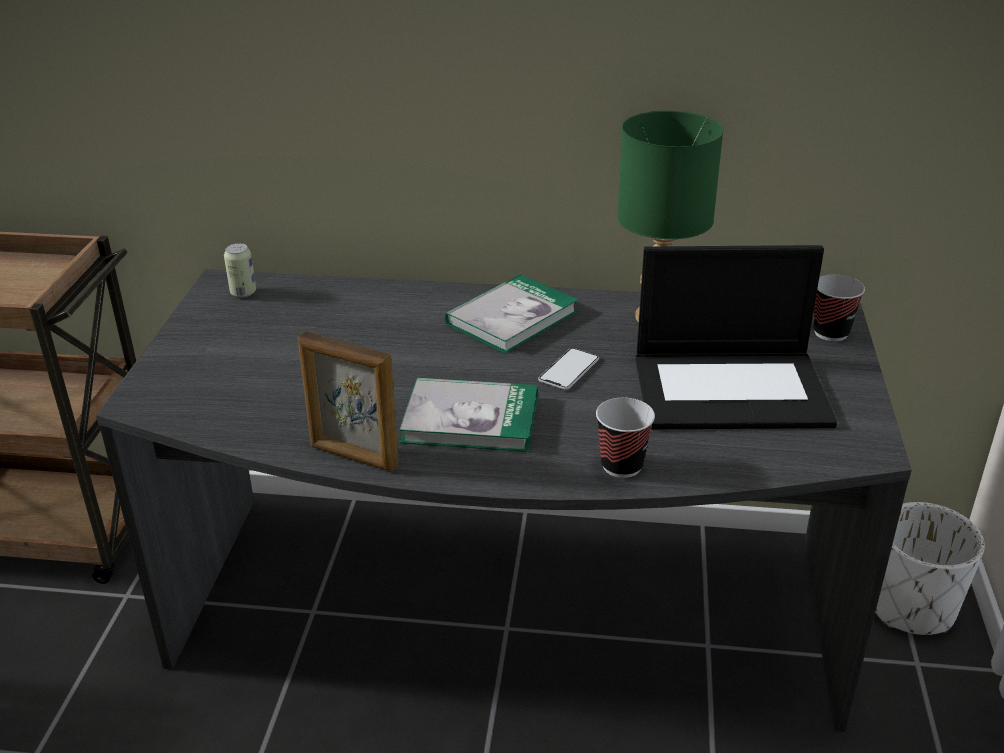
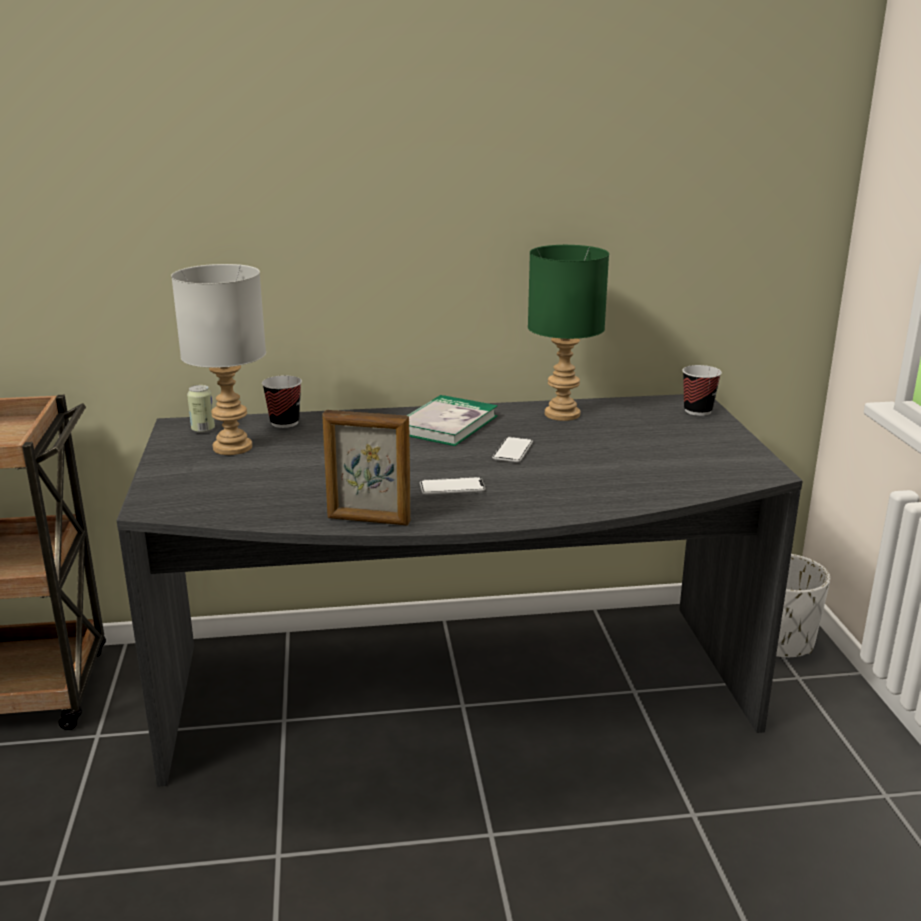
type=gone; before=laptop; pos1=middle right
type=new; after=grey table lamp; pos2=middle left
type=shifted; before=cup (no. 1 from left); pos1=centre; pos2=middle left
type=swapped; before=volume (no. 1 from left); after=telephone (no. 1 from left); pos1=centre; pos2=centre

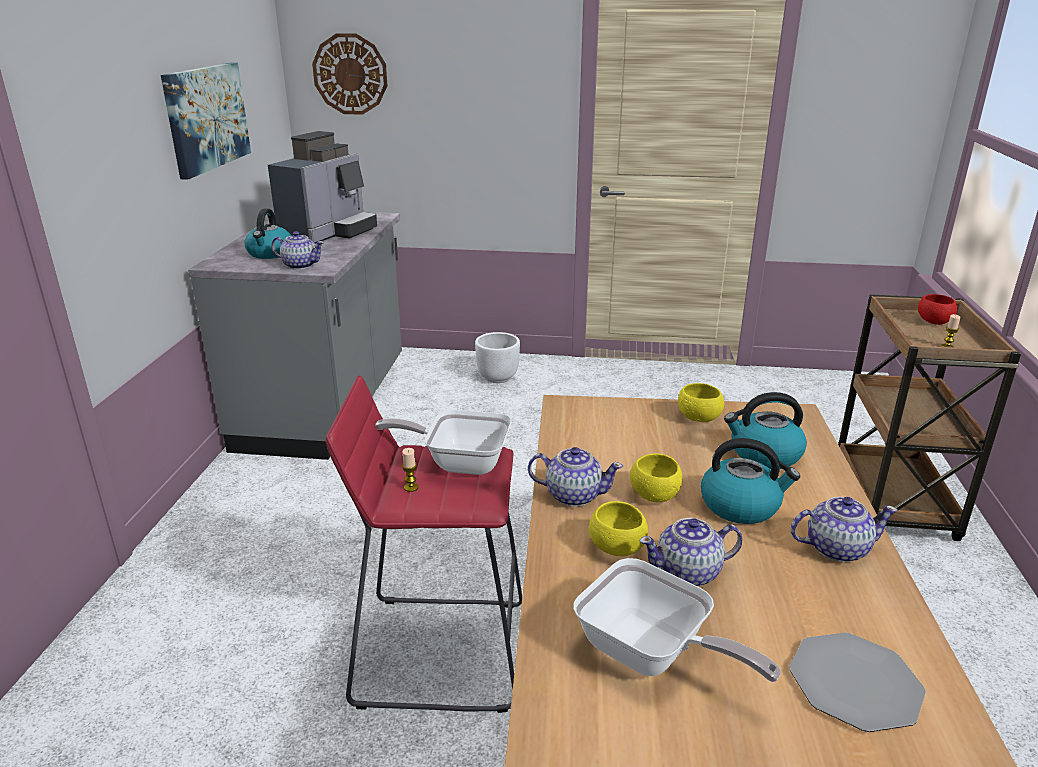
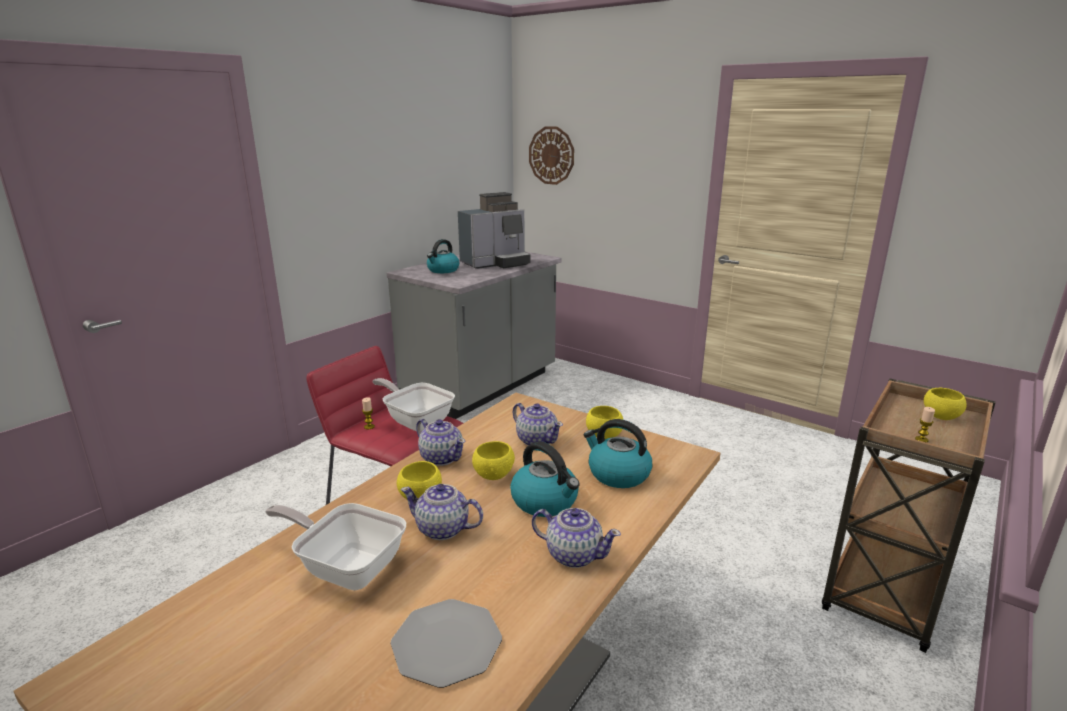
type=gone; before=wall art; pos1=top left
type=gone; before=whitish planter; pos1=centre
type=shifted; before=teapot (no. 1 from left in the first image); after=teapot (no. 3 from left); pos1=top left; pos2=centre
type=repainted; before=red-coloured serving bowl; after=yellowish serving bowl (no. 4 from left); pos1=middle right; pos2=middle right
type=rotated; before=frying pan (no. 2 from left in the first image); pos1=bottom centre; pos2=bottom left; turn=135

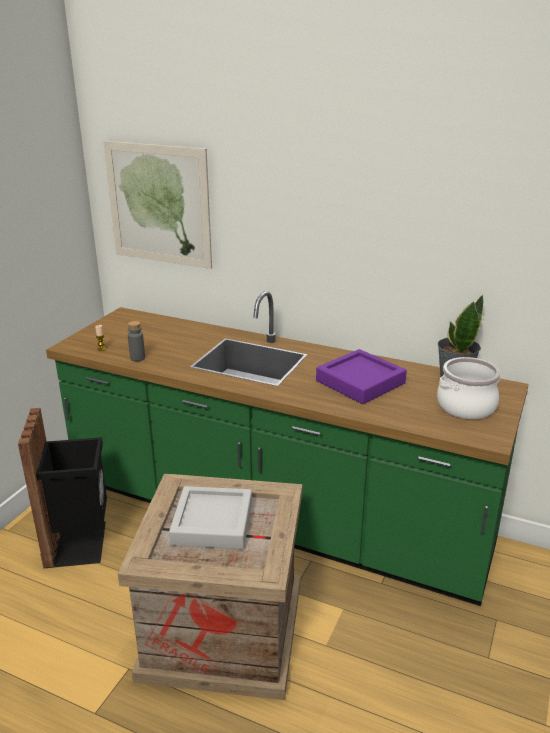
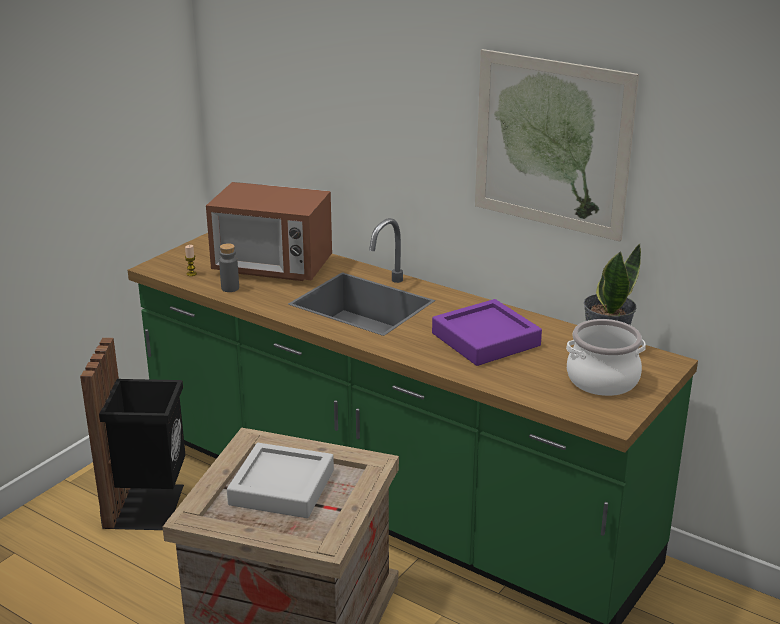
type=new; after=kitchen microwave; pos2=centre
type=shifted; before=wall art; pos1=top left; pos2=top right

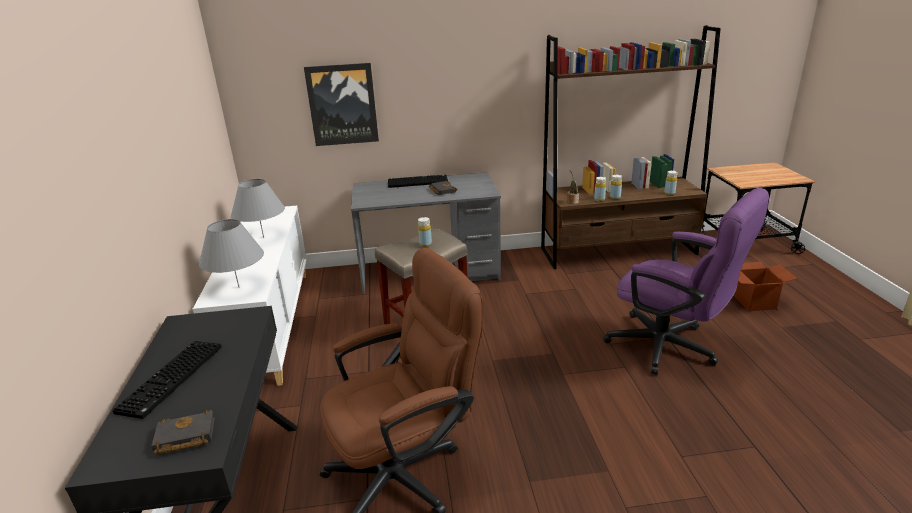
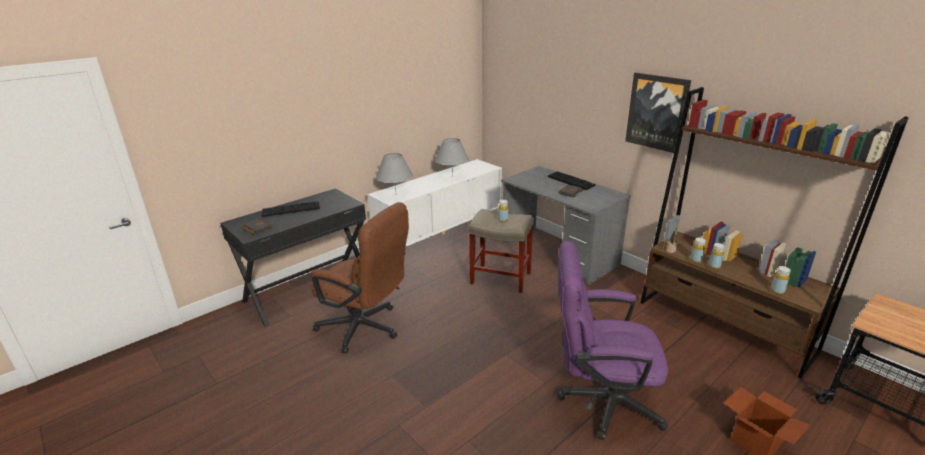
type=shifted; before=wall art; pos1=top centre; pos2=top right
type=rotated; before=purple office chair; pos1=middle right; pos2=bottom centre; turn=90

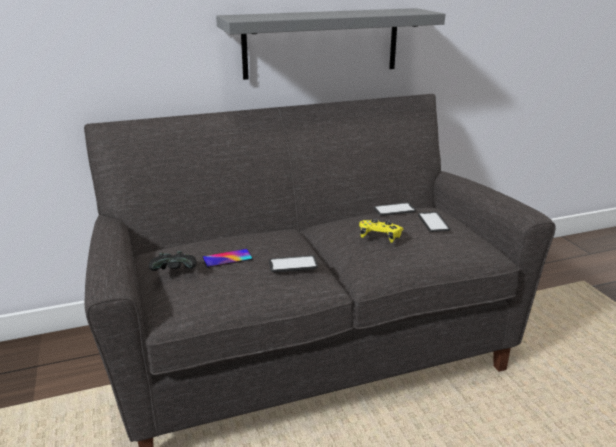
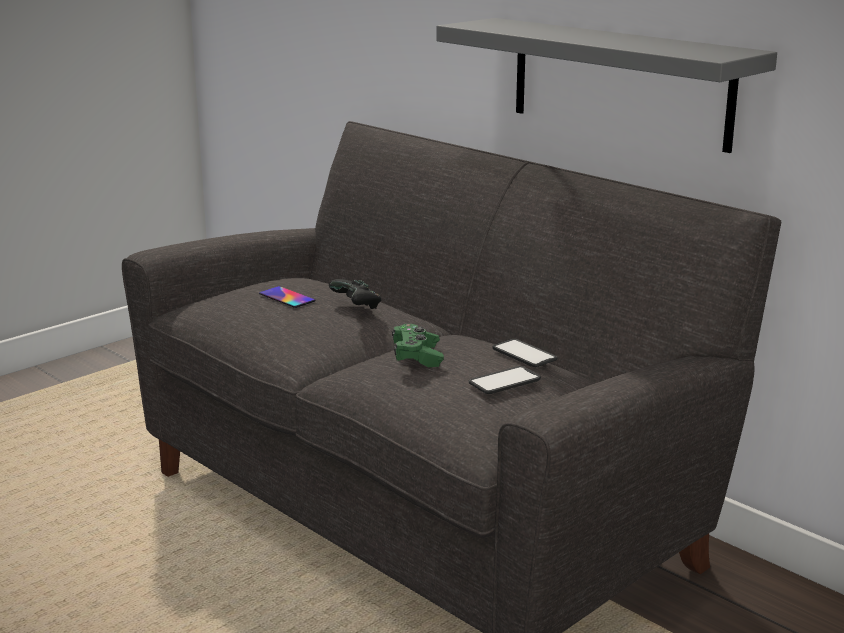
type=gone; before=telephone (no. 2 from left); pos1=centre
type=shifted; before=black gamepad; pos1=middle left; pos2=centre
type=repainted; before=yellowish gamepad; after=green-coloured gamepad; pos1=centre; pos2=centre

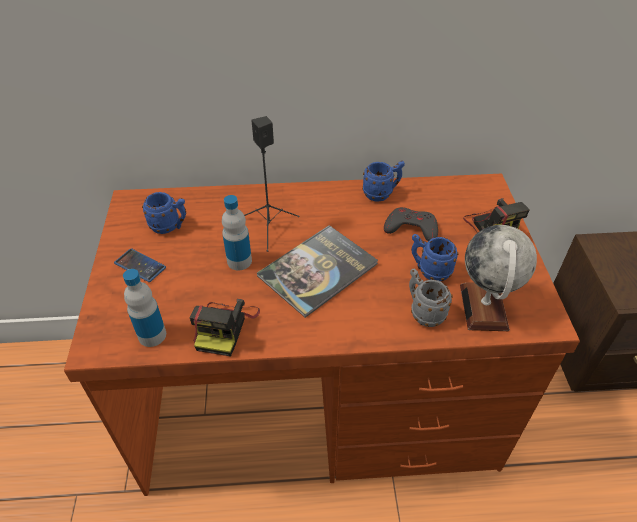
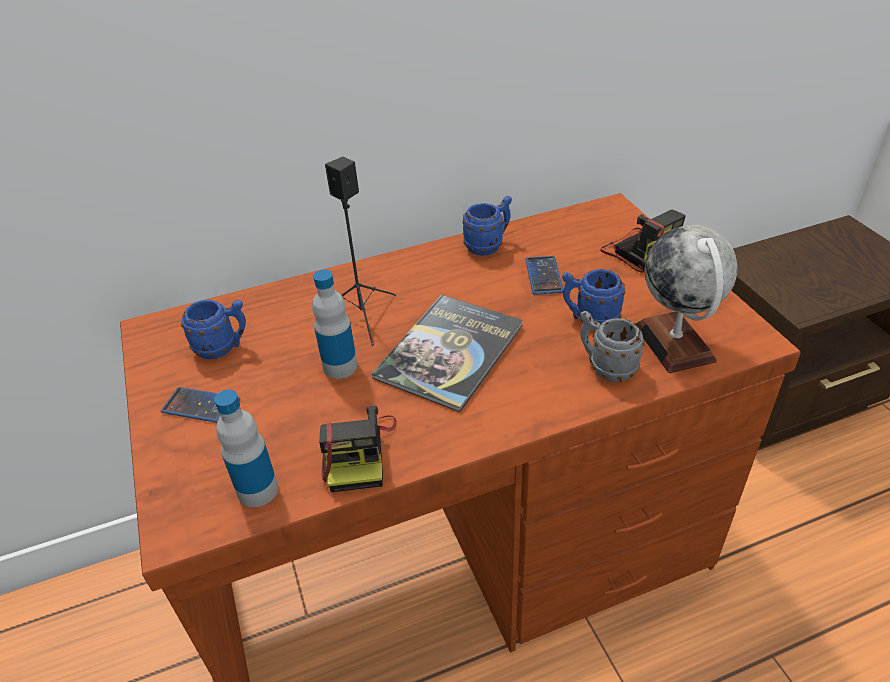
type=swapped; before=grey gamepad; after=telephone (no. 2 from left); pos1=centre; pos2=centre

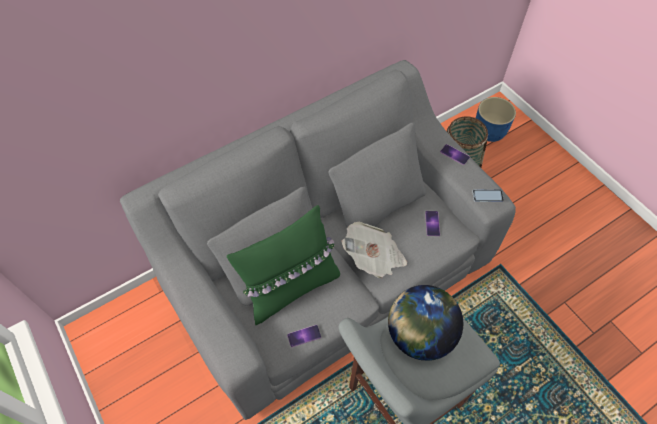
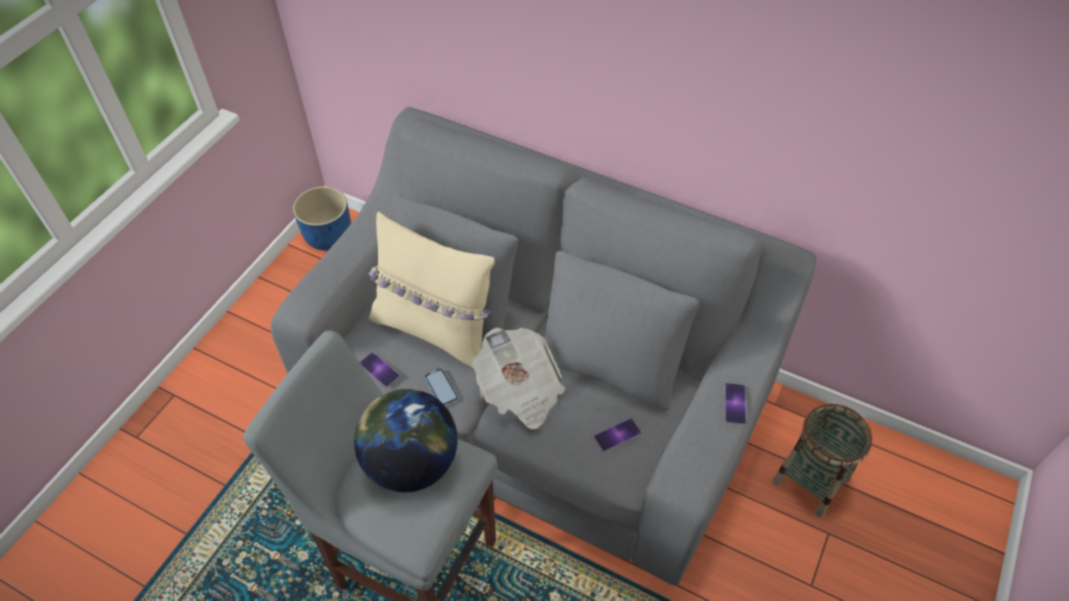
type=shifted; before=telephone (no. 4 from left in the first image); after=telephone (no. 2 from left); pos1=middle right; pos2=centre
type=shifted; before=blue planter; pos1=top right; pos2=middle left
type=repainted; before=green-coloured pillow; after=beige-coloured pillow; pos1=centre; pos2=centre

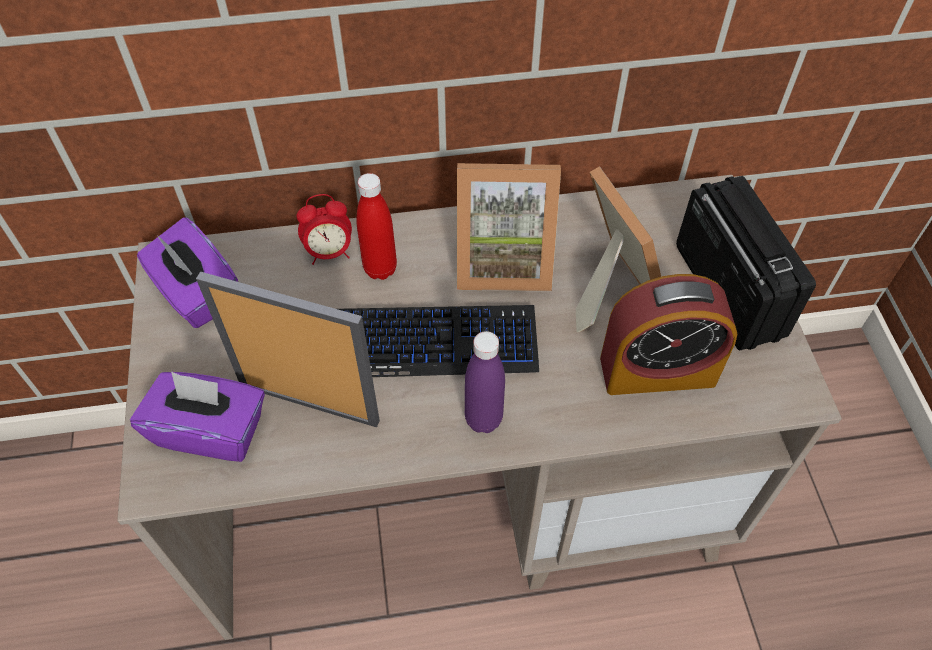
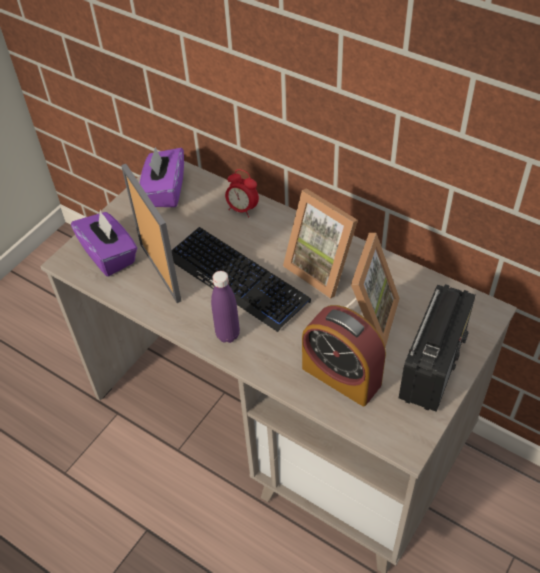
type=gone; before=red-coloured beverage bottle; pos1=centre

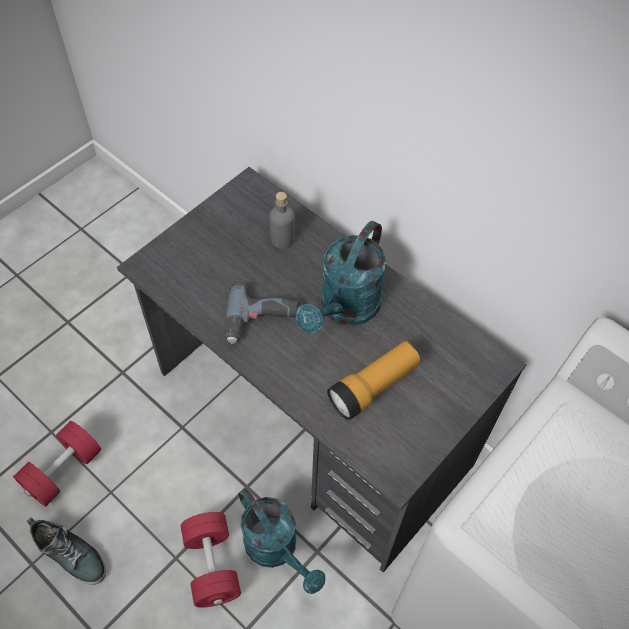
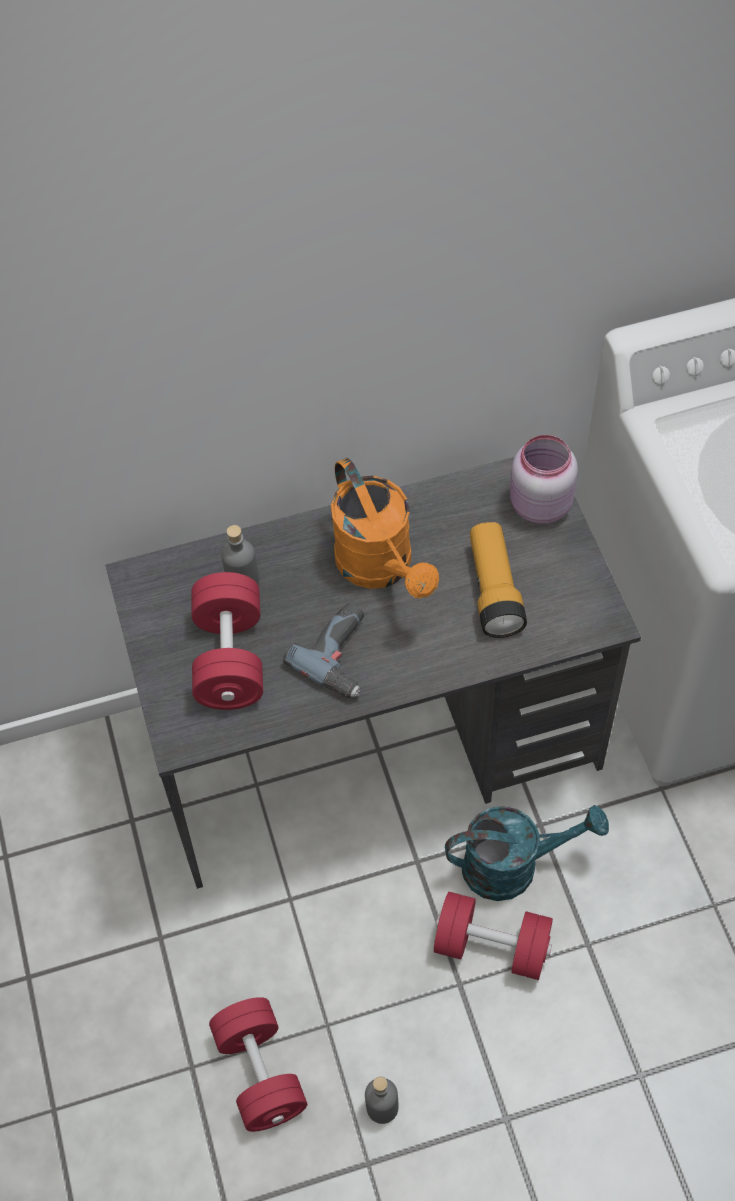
type=new; after=red-coloured free weight (no. 1 from left); pos2=middle left
type=new; after=pink storage jar; pos2=middle right
type=swapped; before=shoe; after=grey beverage bottle (no. 2 from left); pos1=bottom left; pos2=bottom centre
type=repainted; before=turquoise-coloured watering pot (no. 2 from left); after=orange-coloured watering pot; pos1=centre; pos2=centre

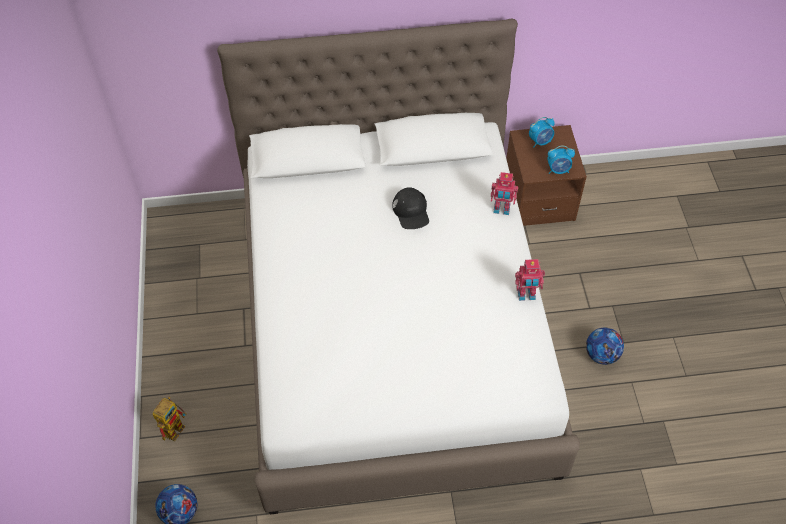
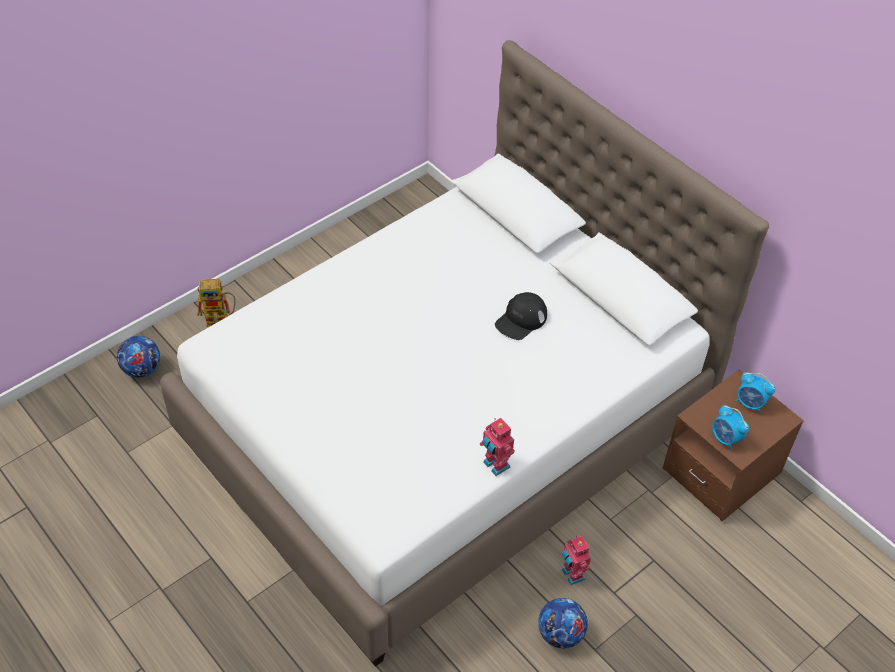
type=shifted; before=model robot (no. 2 from left in the first image); after=model robot (no. 3 from left); pos1=centre; pos2=bottom centre

